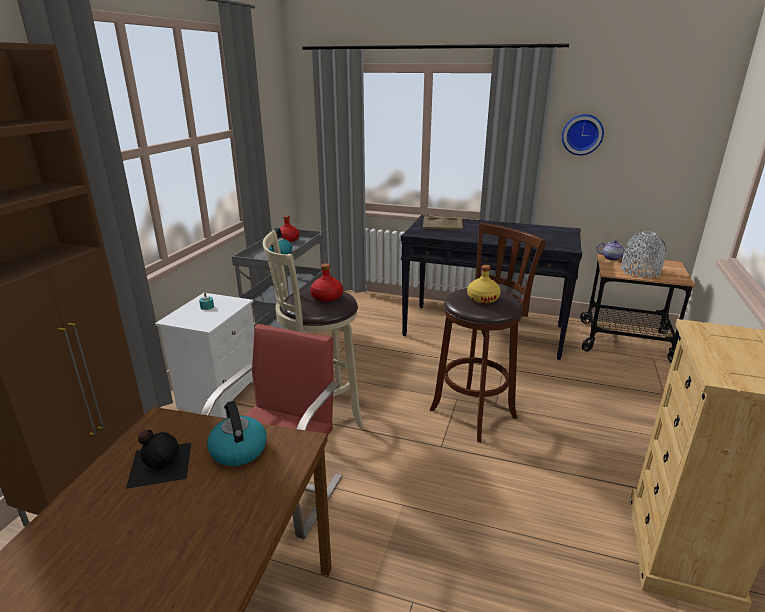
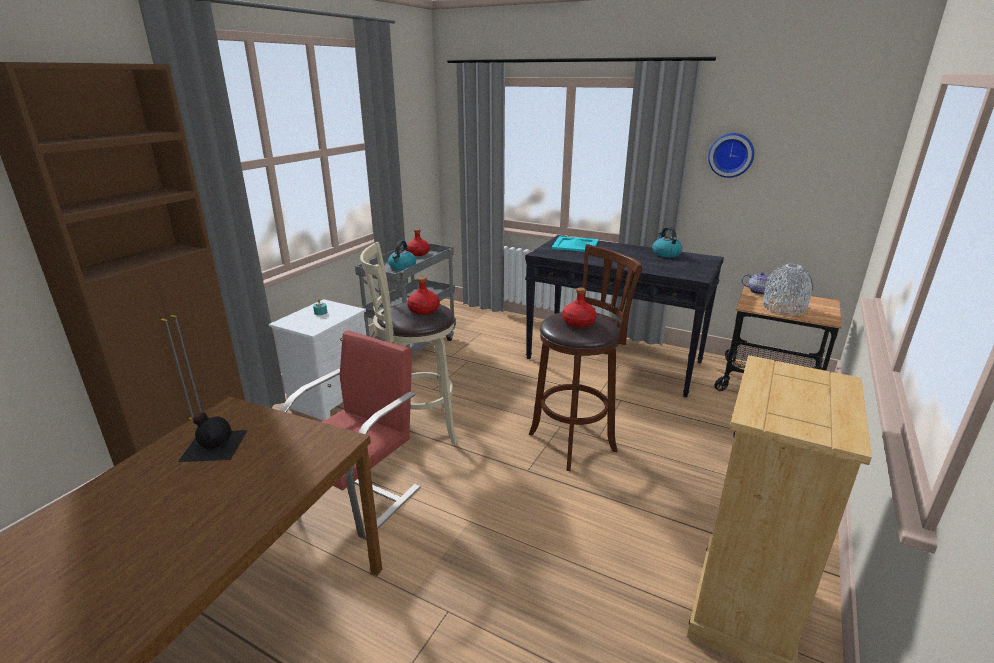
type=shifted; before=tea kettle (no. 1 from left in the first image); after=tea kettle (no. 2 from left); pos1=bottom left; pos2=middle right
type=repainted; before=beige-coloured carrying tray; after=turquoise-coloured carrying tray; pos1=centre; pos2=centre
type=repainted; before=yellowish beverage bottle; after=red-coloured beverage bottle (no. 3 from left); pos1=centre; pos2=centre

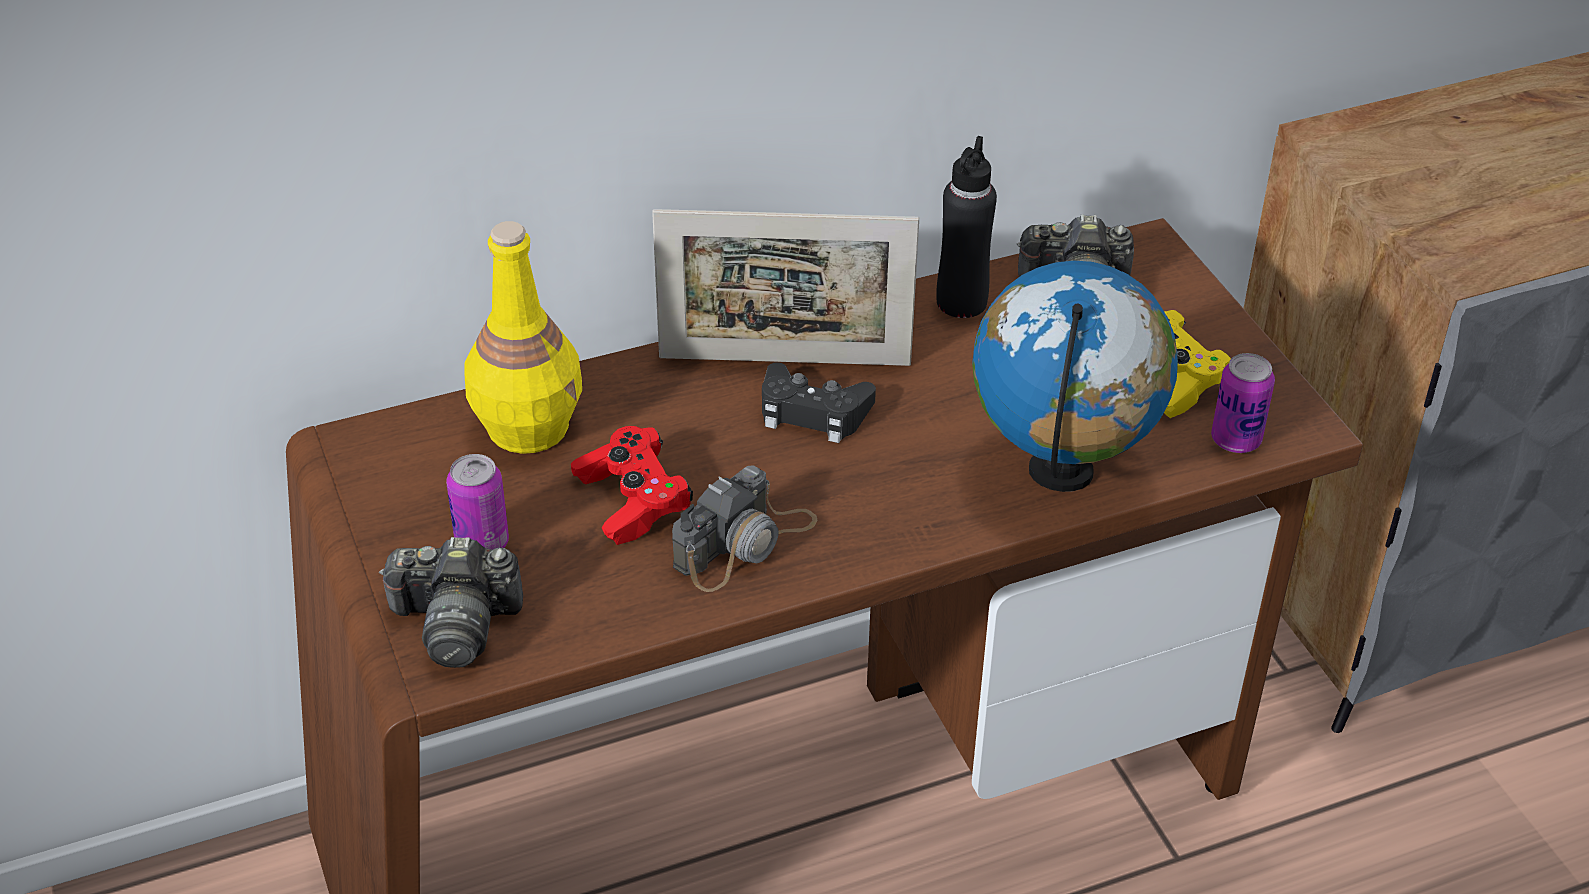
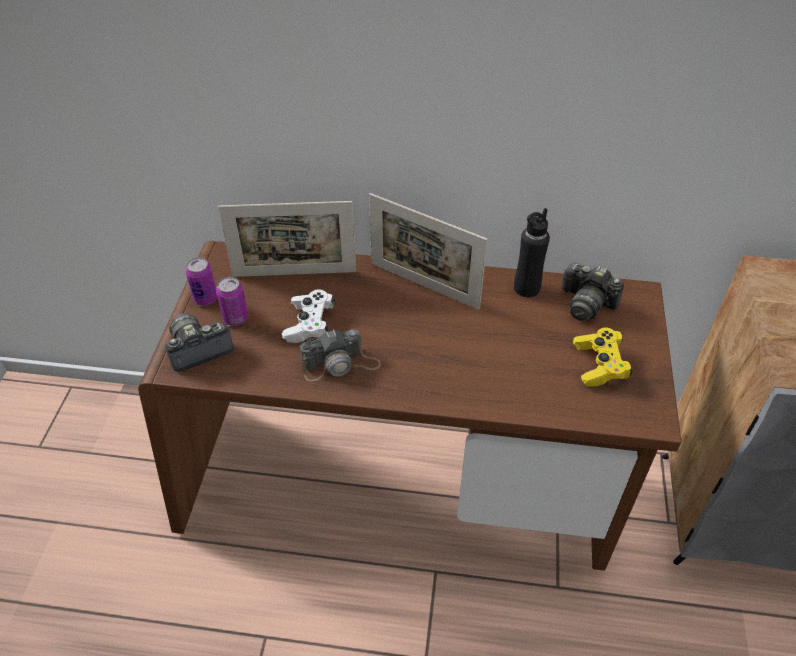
type=gone; before=black gamepad; pos1=centre
type=gone; before=desk globe; pos1=middle right
type=shifted; before=sealed can (no. 2 from left in the first image); after=sealed can (no. 1 from left); pos1=middle right; pos2=middle left
type=swapped; before=yellowish beverage bottle; after=picture frame (no. 1 from left); pos1=middle left; pos2=centre
type=repainted; before=red-coloured gamepad; after=whitish gamepad; pos1=centre; pos2=centre
type=rotated; before=photo camera (no. 1 from left); pos1=bottom left; pos2=middle left; turn=120

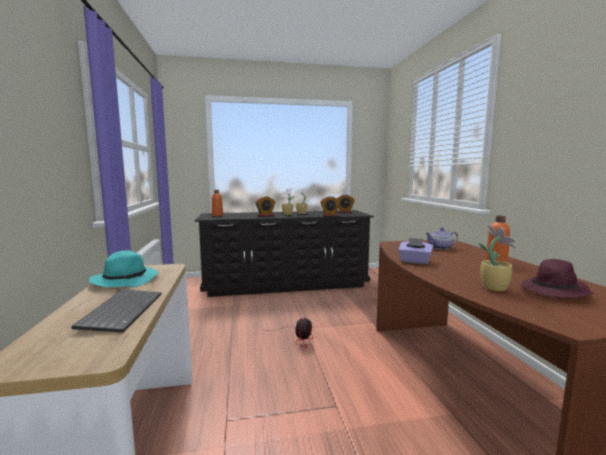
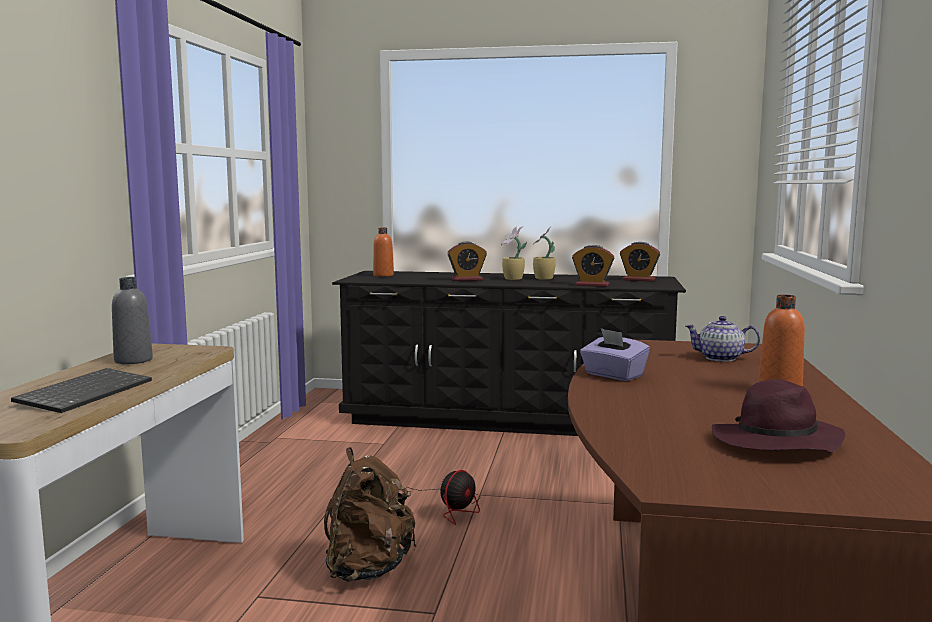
type=gone; before=houseplant (no. 3 from left); pos1=middle right
type=new; after=brown backpack; pos2=bottom centre
type=swapped; before=turquoise-coloured clothing hat; after=grey beverage bottle; pos1=middle left; pos2=middle left

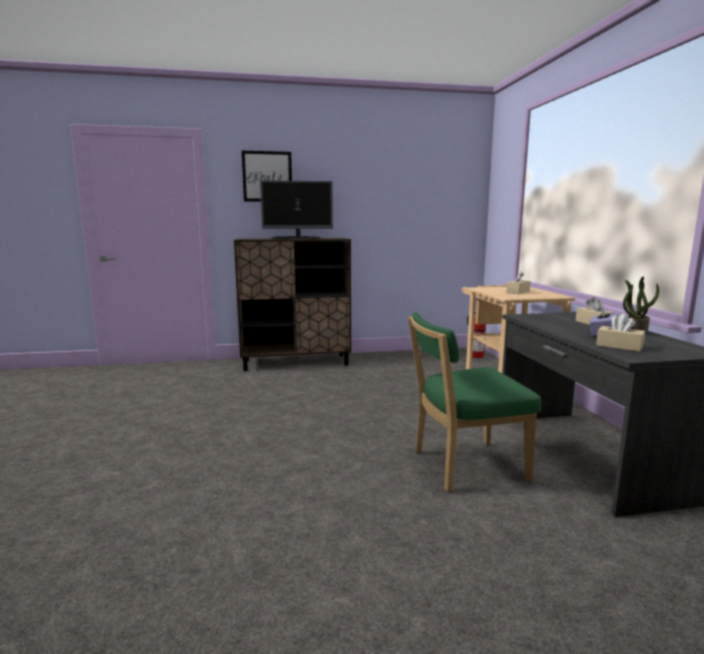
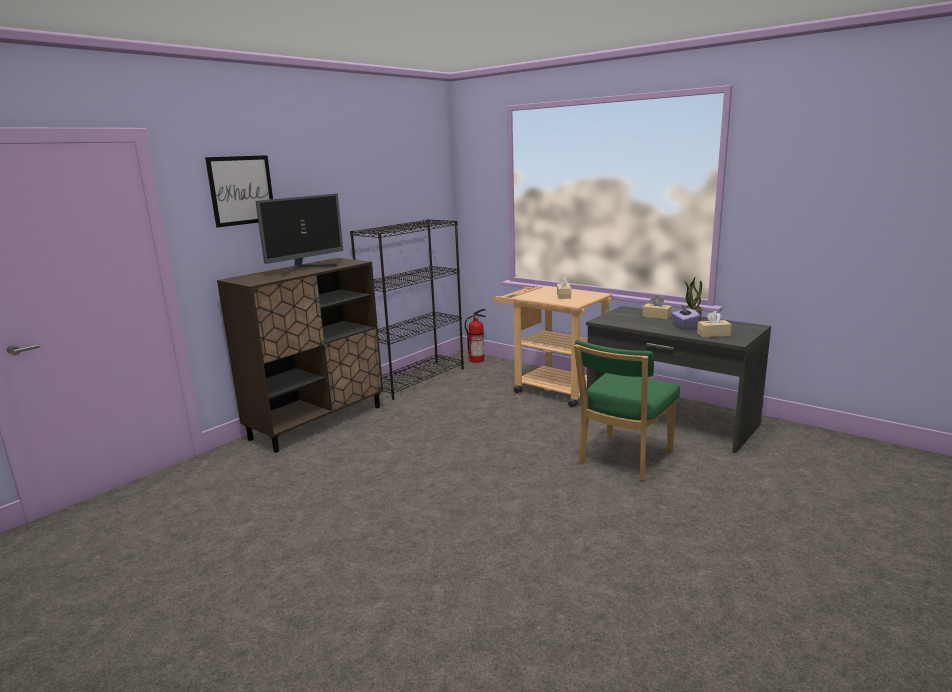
type=new; after=black shelving unit; pos2=centre

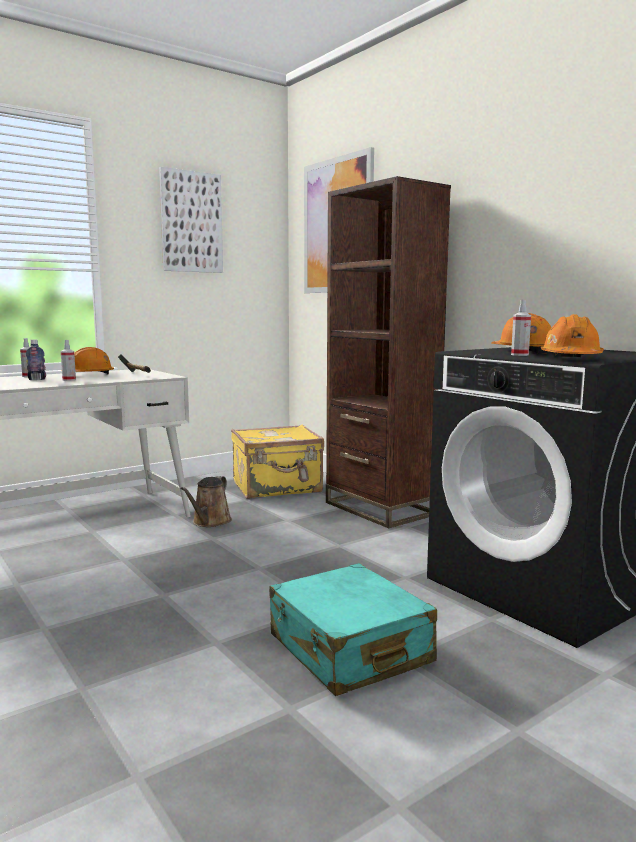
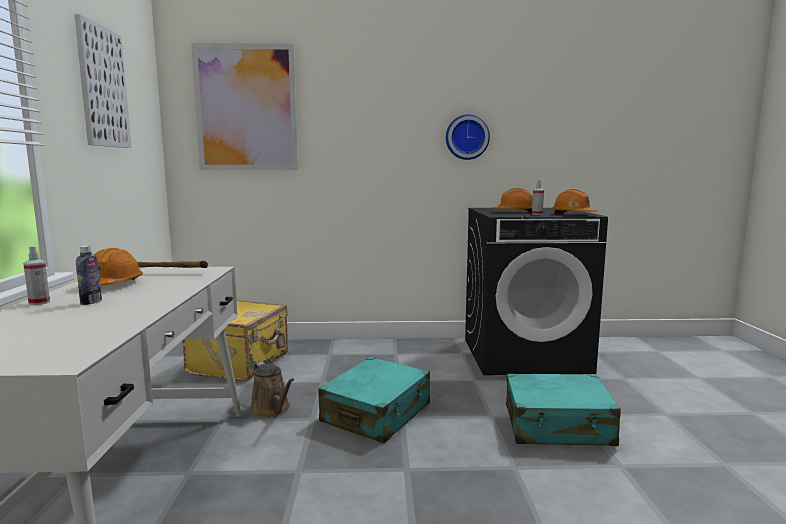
type=gone; before=hand sprayer (no. 2 from left); pos1=middle left
type=gone; before=brown shelving unit; pos1=centre
type=new; after=turquoise-coloured suitcase (no. 1 from left); pos2=bottom centre
type=new; after=wall clock; pos2=top centre

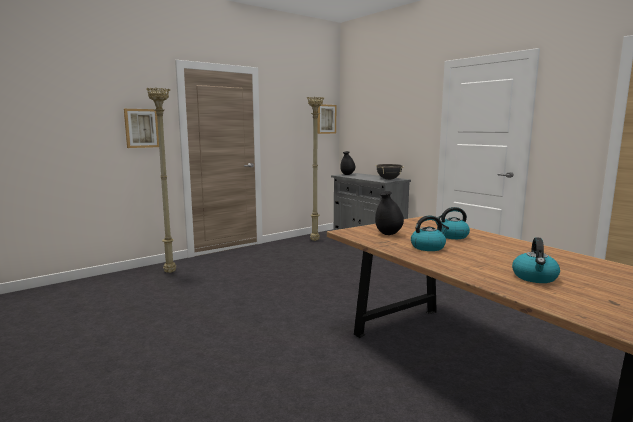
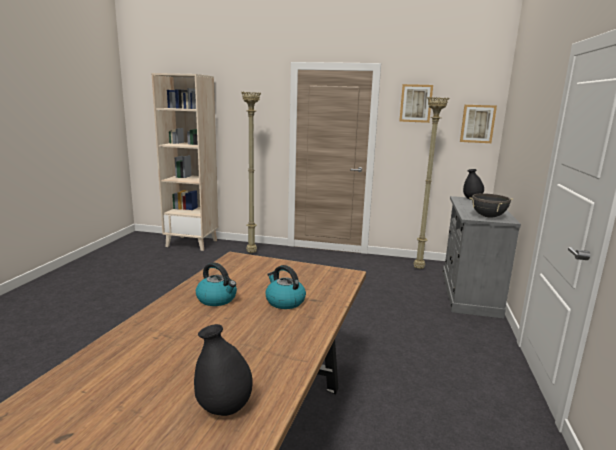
type=gone; before=tea kettle (no. 3 from left); pos1=middle right
type=new; after=beige-coloured shelving unit; pos2=middle left
type=shifted; before=wall art (no. 1 from left); pos1=top left; pos2=top right
type=shifted; before=black flower vase (no. 2 from left in the first image); after=black flower vase (no. 1 from left); pos1=centre; pos2=bottom centre

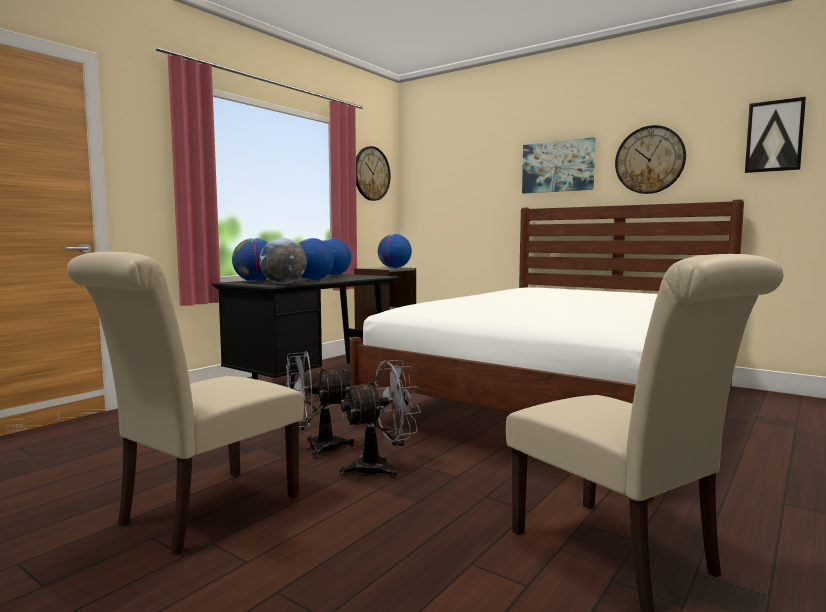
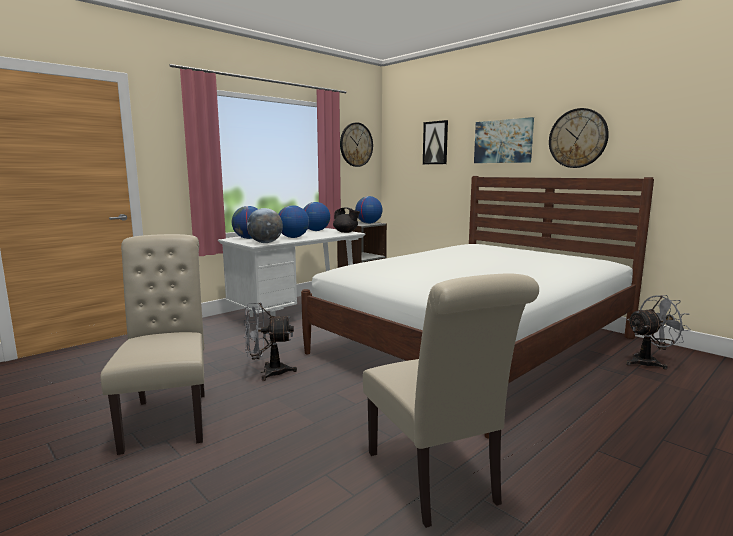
type=new; after=black teapot; pos2=centre
type=shifted; before=grey cooling fan (no. 2 from left); pos1=bottom centre; pos2=middle right
type=shifted; before=wall art (no. 2 from left in the first image); after=wall art (no. 1 from left); pos1=top right; pos2=top centre
type=repainted; before=black desk unit; after=whitish desk unit; pos1=centre; pos2=centre
type=rotated; before=beige-coloured chair (no. 1 from left); pos1=middle left; pos2=middle left; turn=120

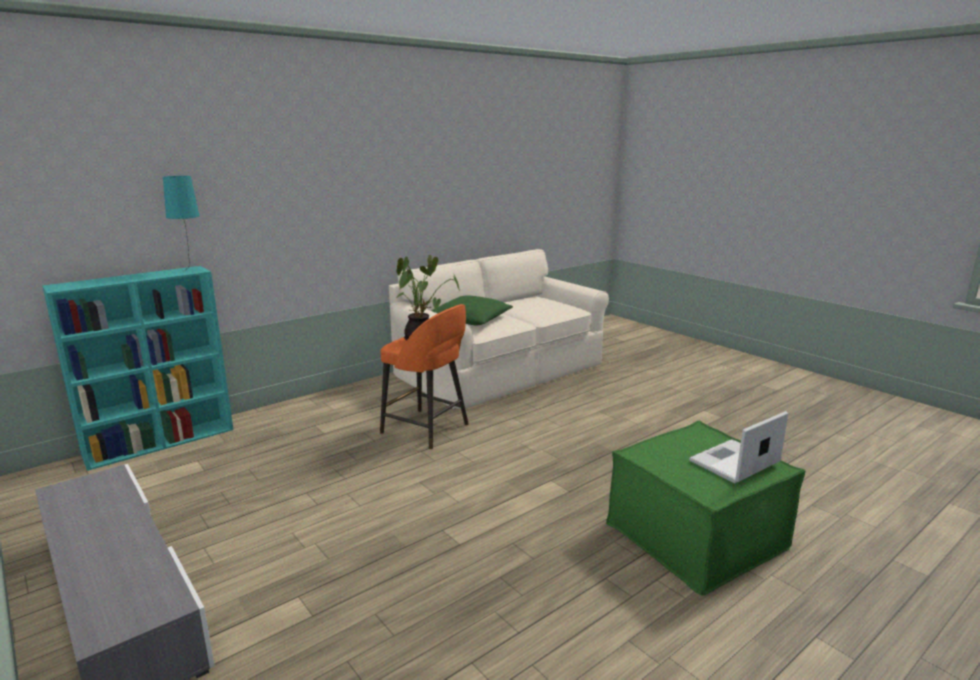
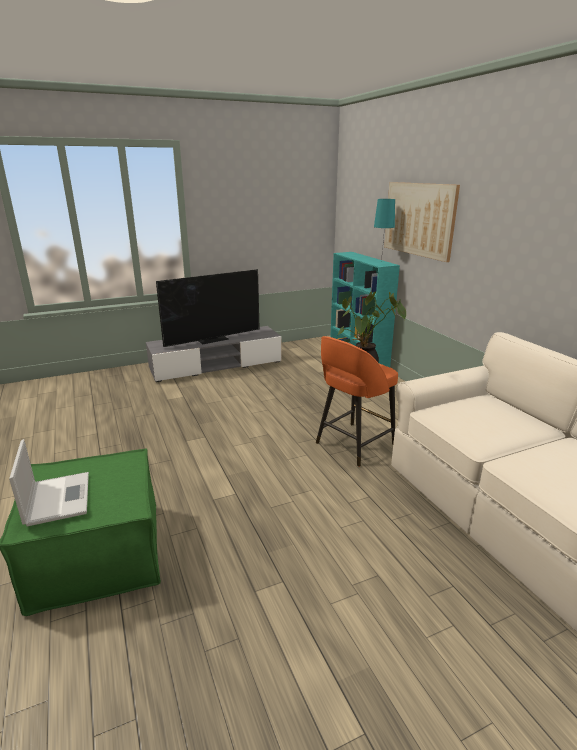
type=gone; before=green-coloured pillow; pos1=centre
type=new; after=television; pos2=centre
type=new; after=wall art; pos2=top right

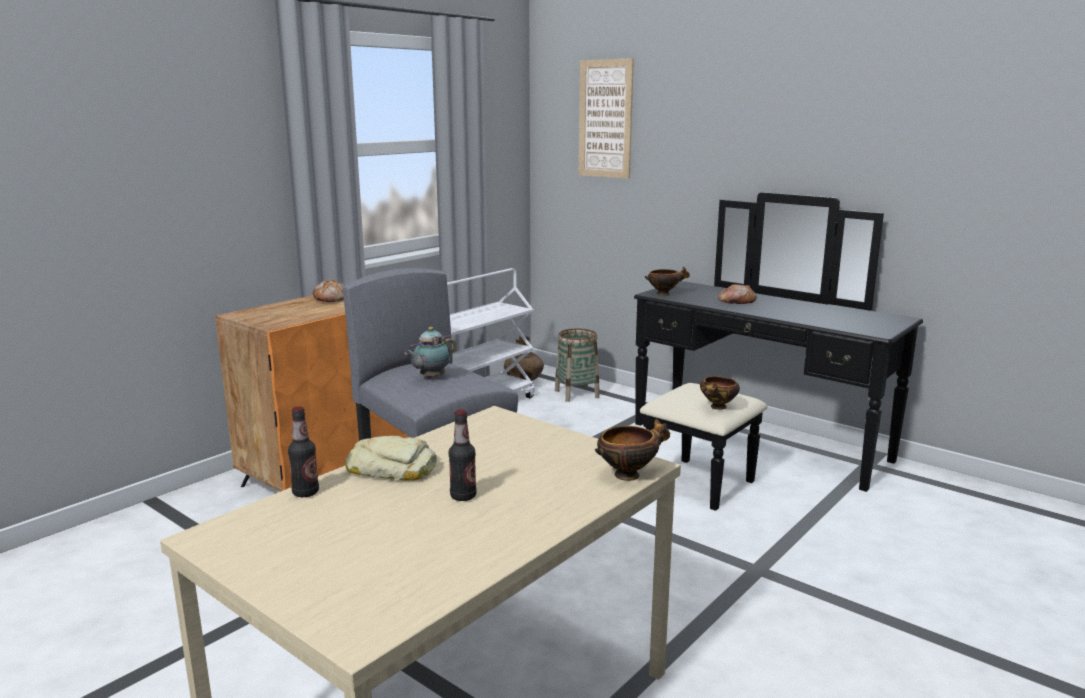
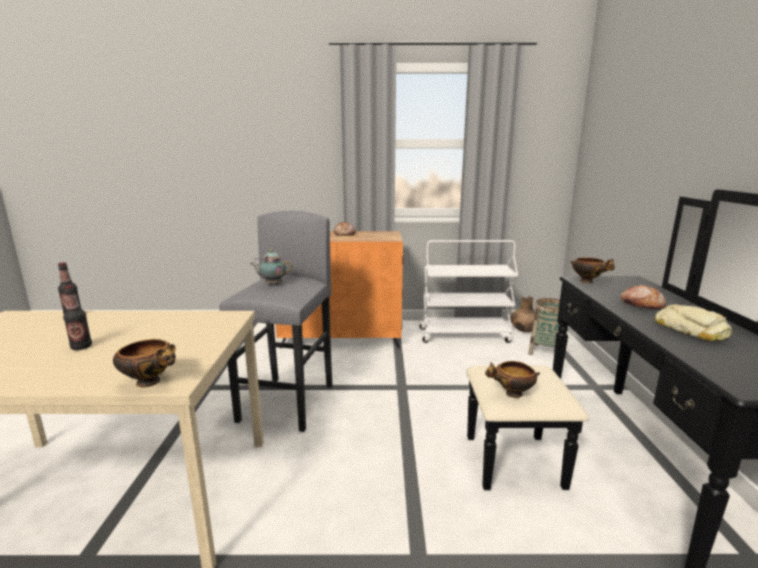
type=gone; before=wall art; pos1=top centre
type=shifted; before=baked bread (no. 2 from left in the first image); after=baked bread (no. 3 from left); pos1=centre; pos2=middle right

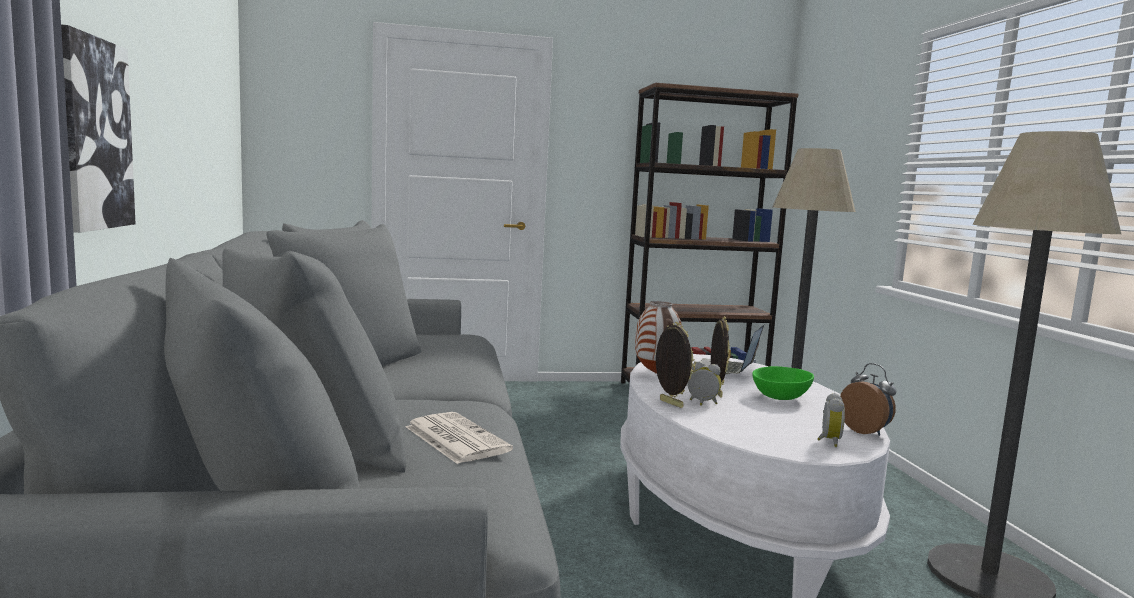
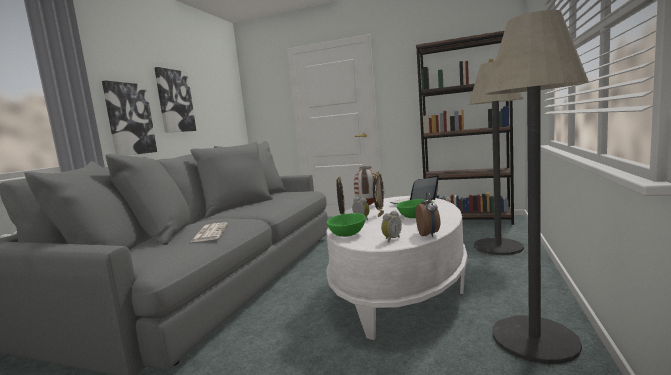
type=new; after=wall art (no. 2 from left); pos2=top left
type=new; after=green-coloured serving bowl (no. 1 from left); pos2=centre

